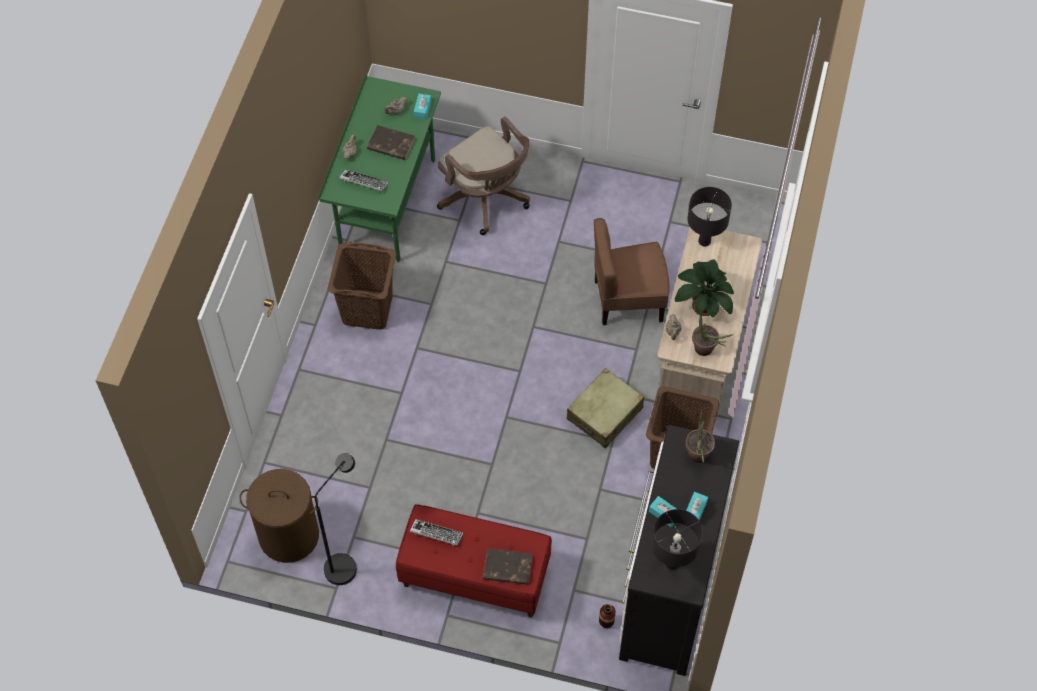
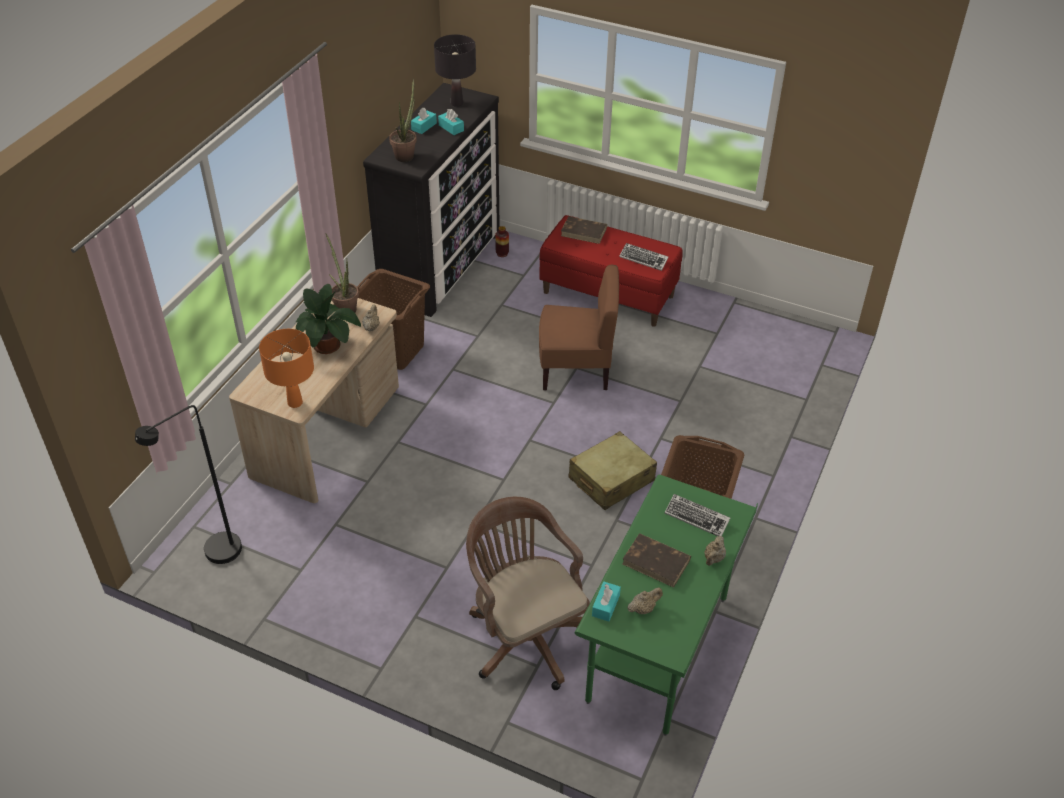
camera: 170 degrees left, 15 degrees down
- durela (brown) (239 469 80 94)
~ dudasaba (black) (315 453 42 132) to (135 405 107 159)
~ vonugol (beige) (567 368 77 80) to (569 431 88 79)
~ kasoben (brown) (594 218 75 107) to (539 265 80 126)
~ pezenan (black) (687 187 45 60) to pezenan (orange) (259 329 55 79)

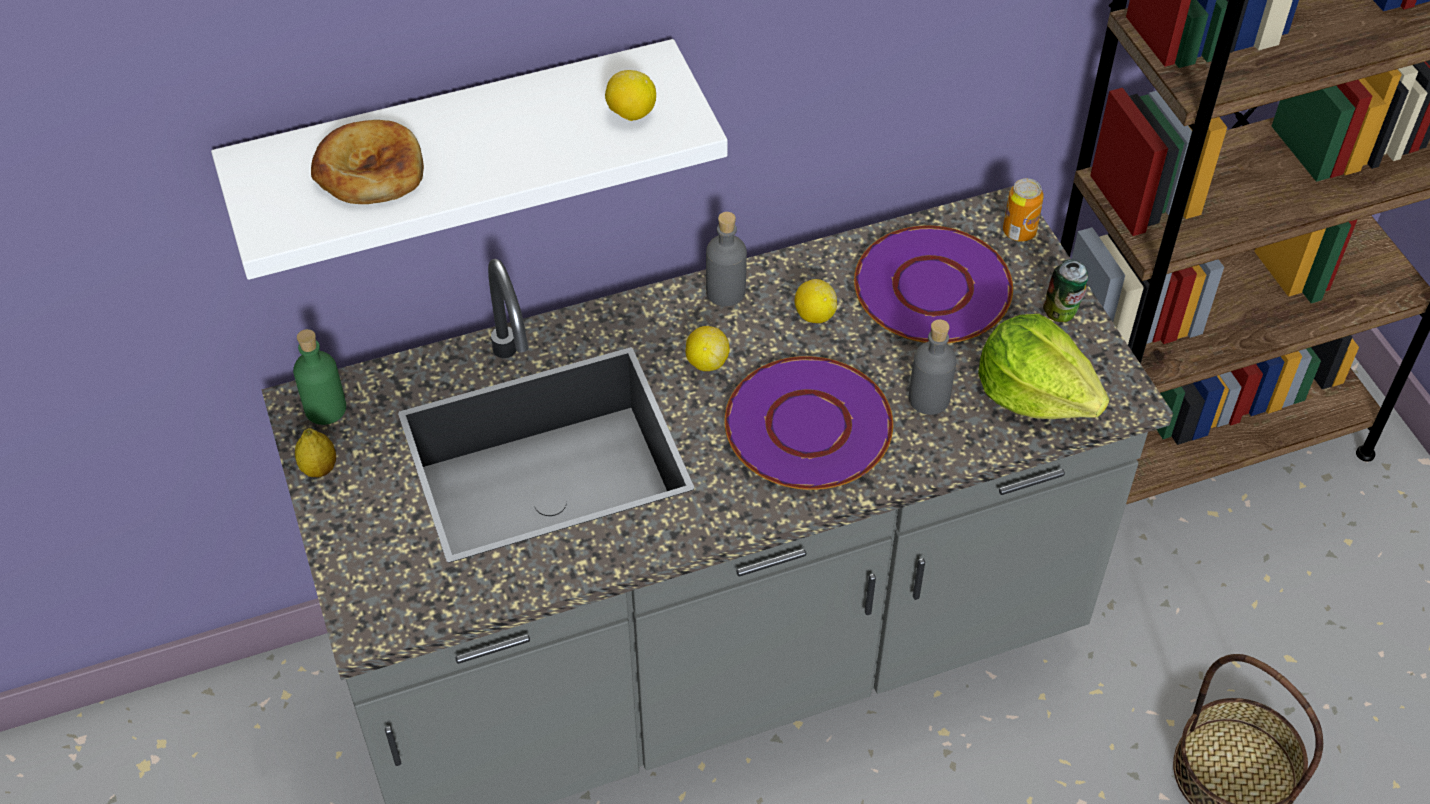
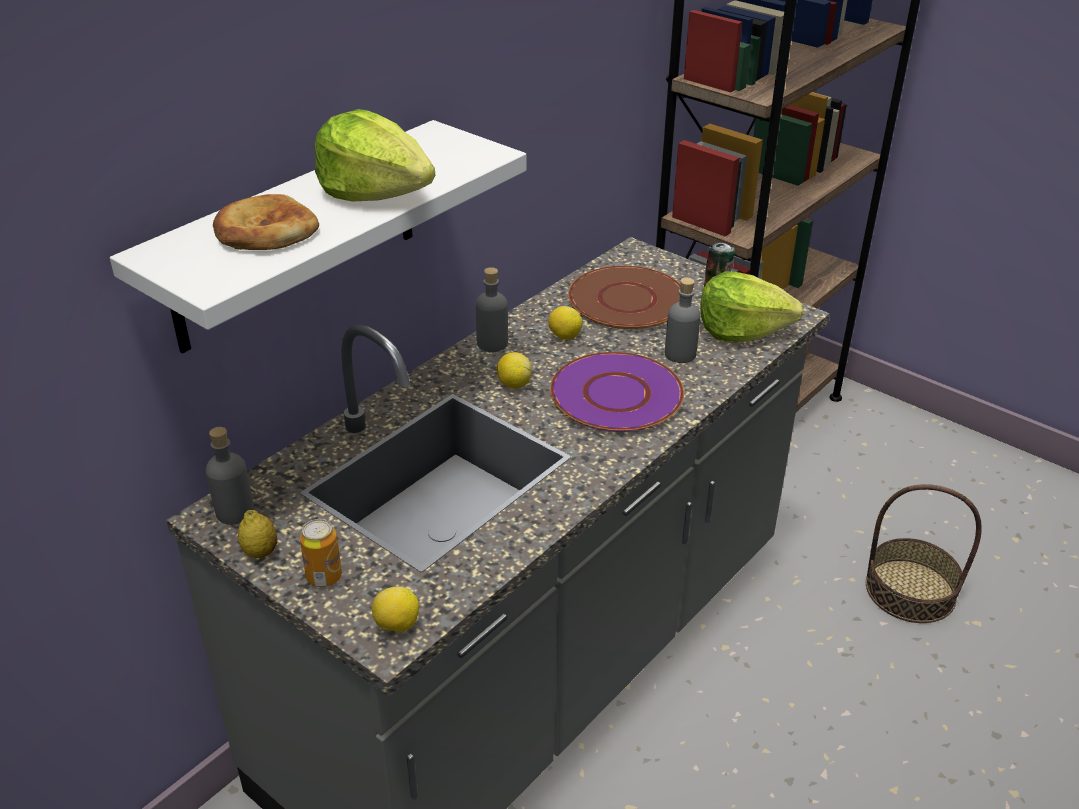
camera: 30 degrees left, 15 degrees down
+ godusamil (314 109 121 93)
~ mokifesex (605 70 51 51) to (372 587 47 45)
~ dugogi (1003 178 40 64) to (300 519 42 68)
~ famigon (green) (293 329 53 96) to famigon (grey) (206 427 48 98)
~ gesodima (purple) (854 225 159 118) to gesodima (brown) (568 266 113 63)

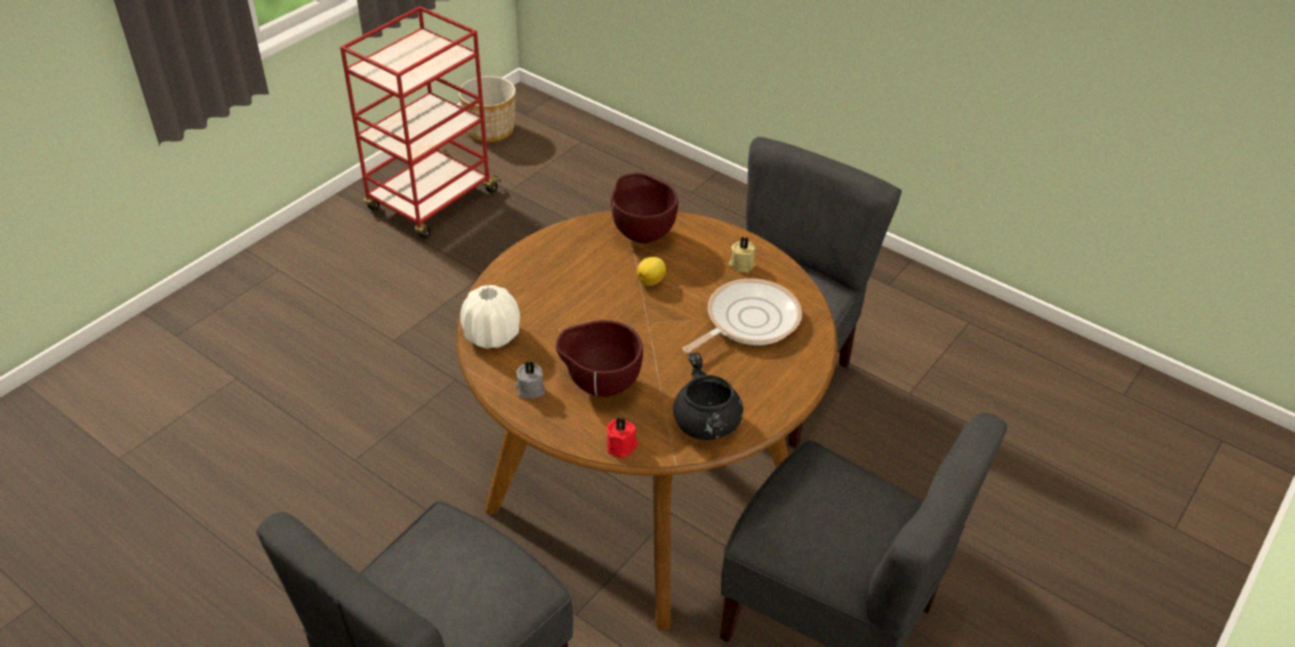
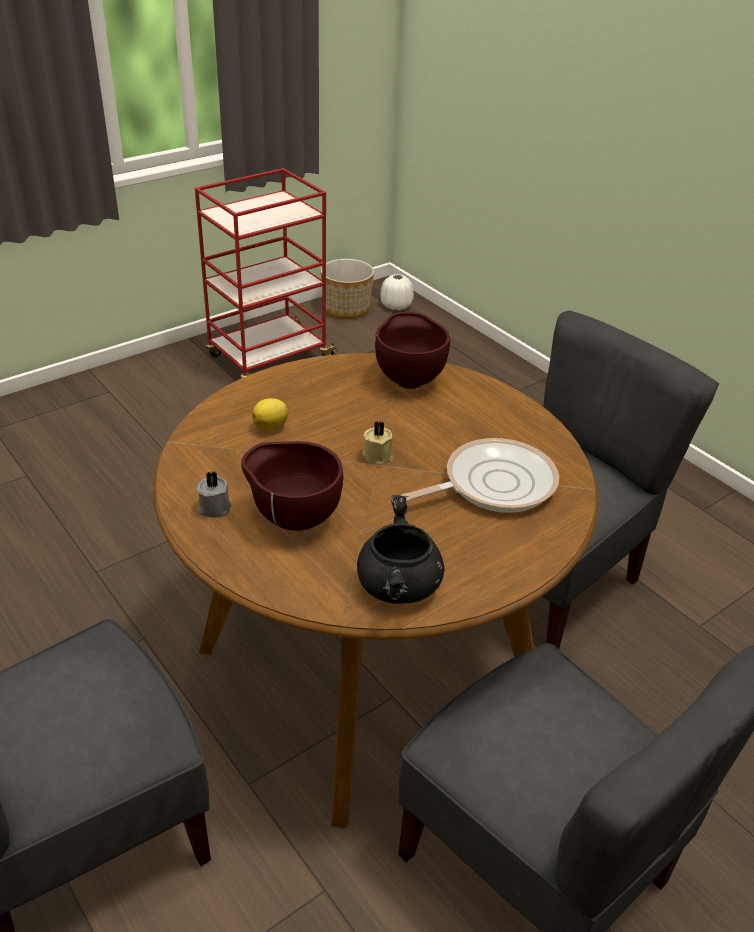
camera: 15 degrees right, 5 degrees down
- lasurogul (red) (607 417 31 41)
~ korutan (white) (460 285 60 64) to (381 274 33 36)
~ mokifesex (637 257 29 29) to (252 398 36 33)
~ lasurogul (beige) (729 237 26 36) to (363 422 30 44)

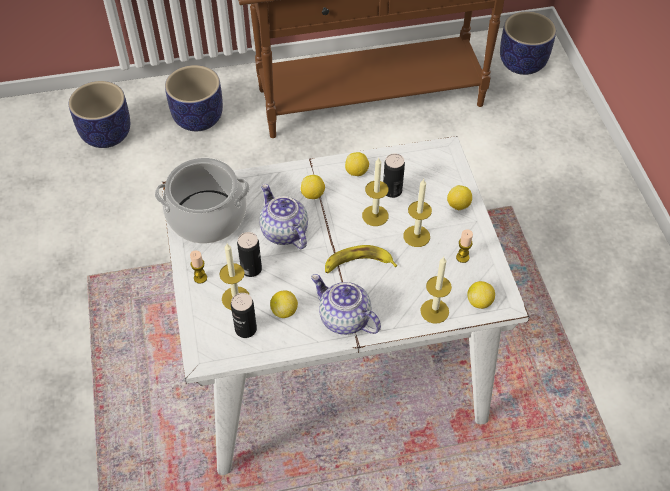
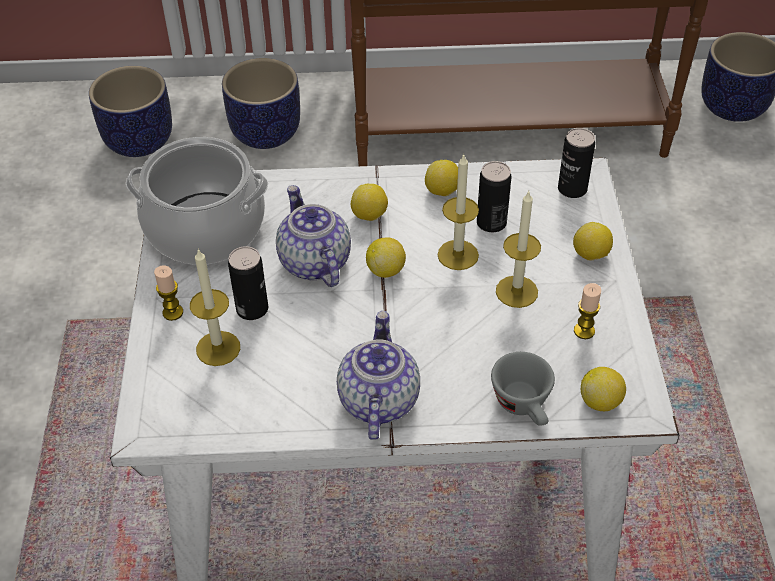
camera: 10 degrees right, 5 degrees down
- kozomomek (325 245 72 28)
~ dugogi (231 293 26 45) to (558 128 37 70)
~ mokifesex (270 290 28 28) to (366 238 40 40)
~ lasurogul (420 257 32 67) to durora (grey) (491 352 64 74)
~ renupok (311 274 70 61) = (337 311 83 129) 45 degrees clockwise

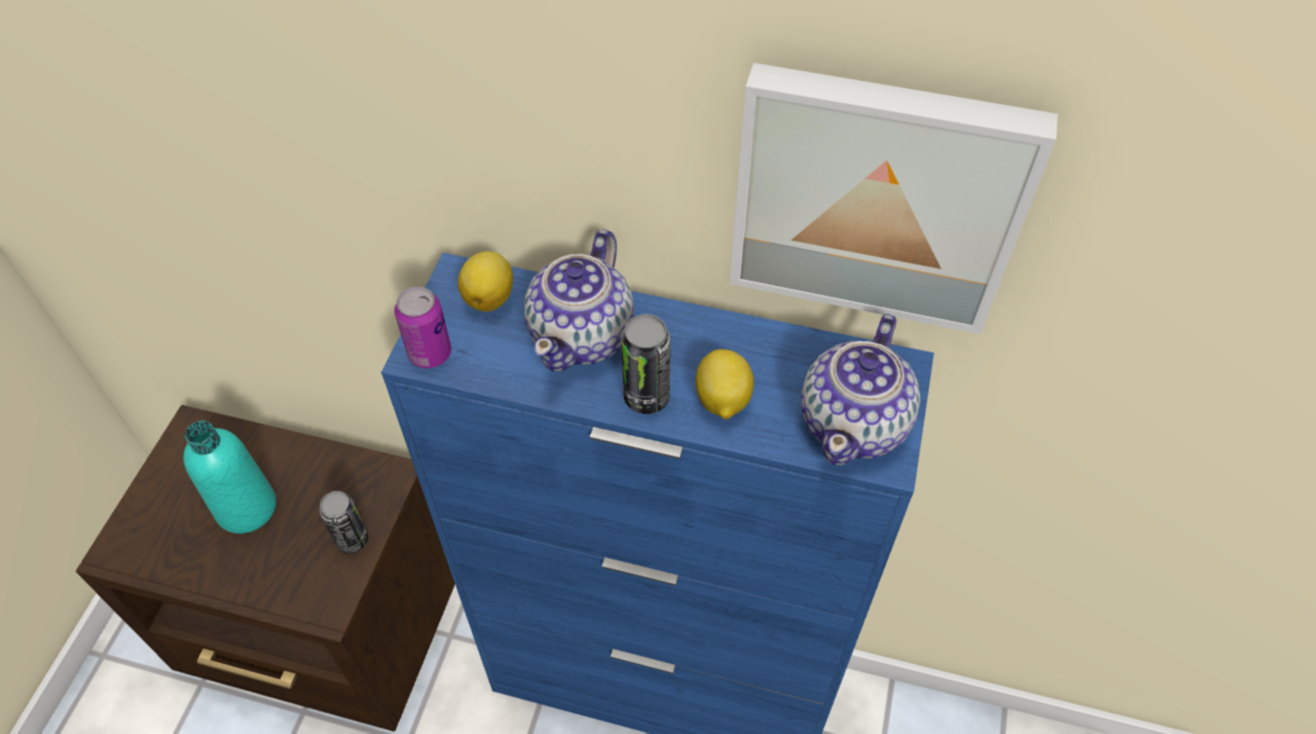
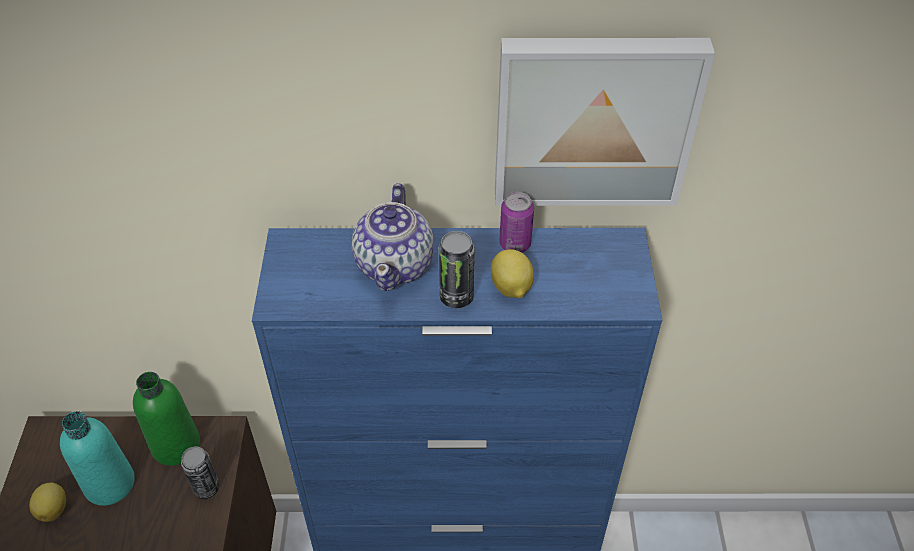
camera: 15 degrees left, 5 degrees down
- renupok (801 314 120 151)
+ famigon (green) (133 372 67 94)
~ dugogi (395 287 56 81) to (499 192 35 61)
~ mokifesex (458 251 55 61) to (29 483 37 39)

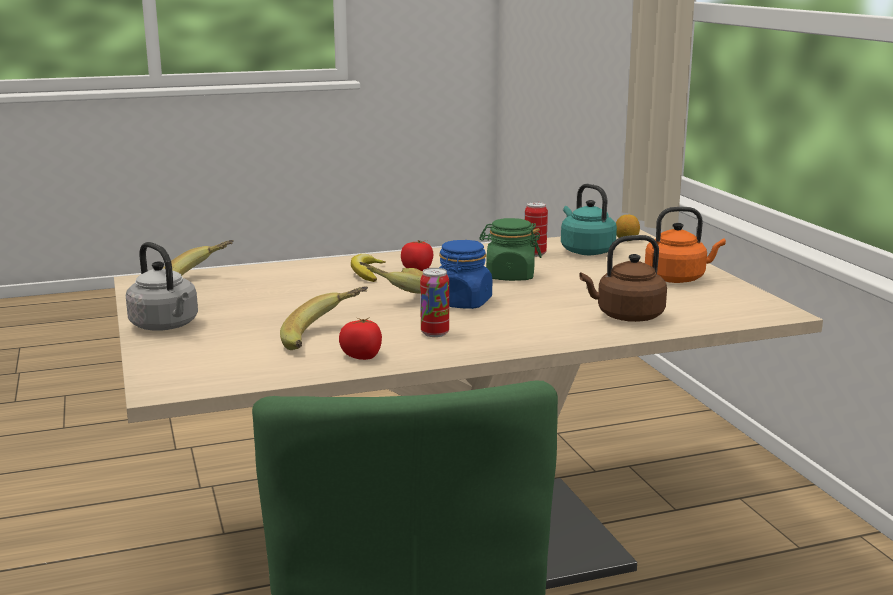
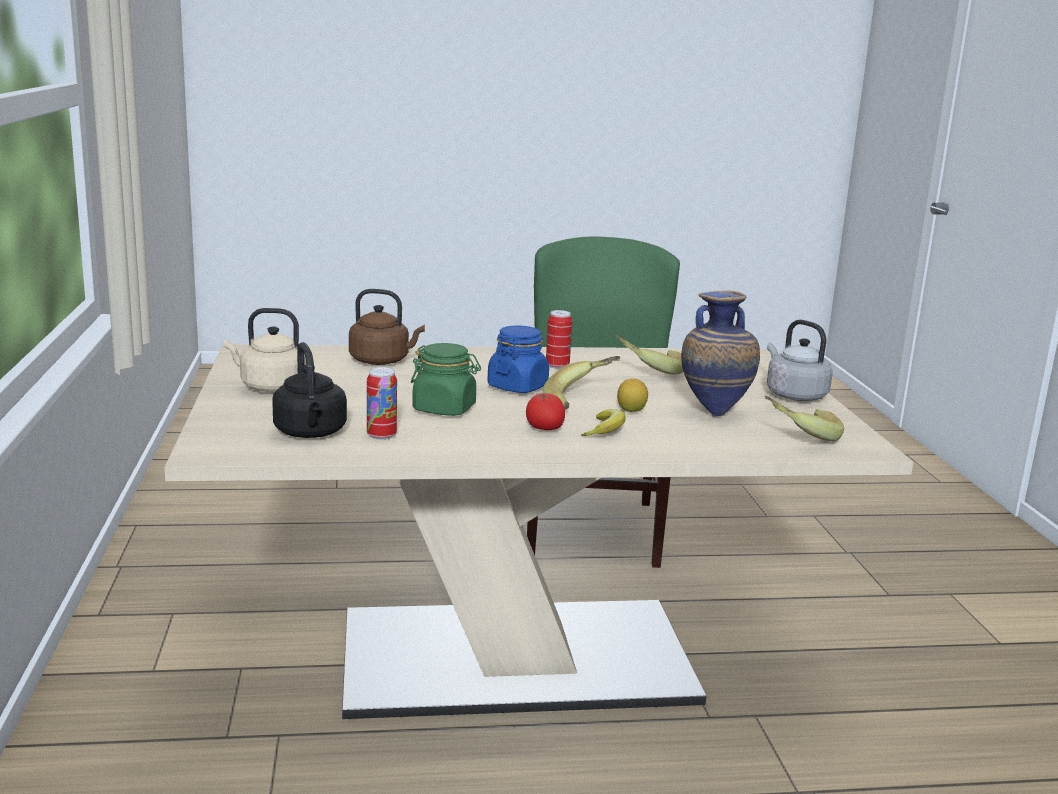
camera: 170 degrees left, 0 degrees up
- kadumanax (339 317 43 43)
+ korutan (681 291 79 126)
~ mokifesex (616 215 24 23) to (617 378 31 34)
~ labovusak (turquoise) (561 184 56 71) to labovusak (black) (272 342 75 96)
~ labovusak (orange) (645 207 81 76) to labovusak (beige) (224 308 82 84)

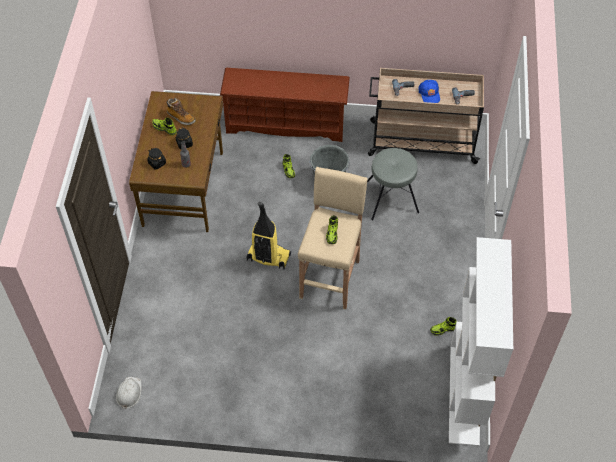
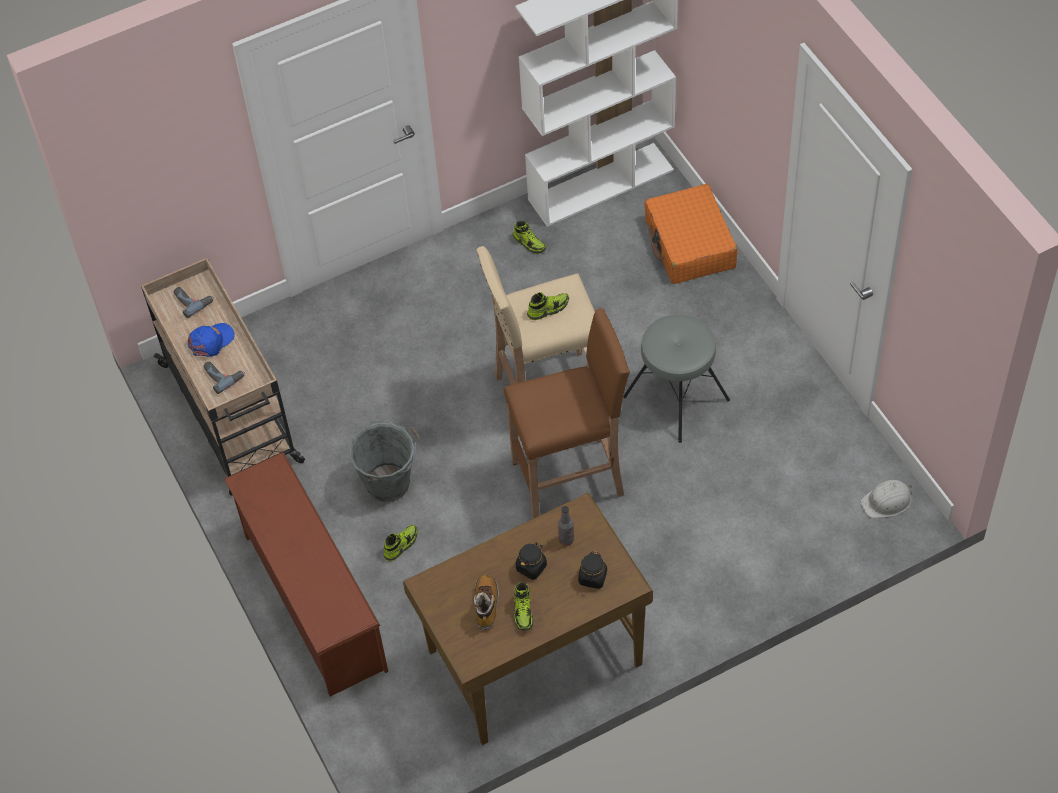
camera: 120 degrees left, 0 degrees up
+ vonugol (orange) (644 184 94 100)
~ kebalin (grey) (367 148 52 72) to (623 314 107 129)
~ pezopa (247 202 44 68) to kebalin (brown) (504 308 126 211)

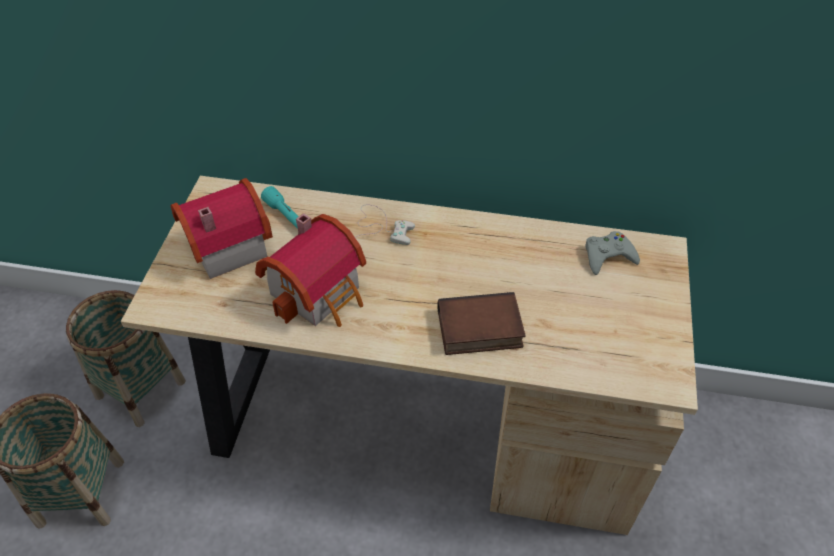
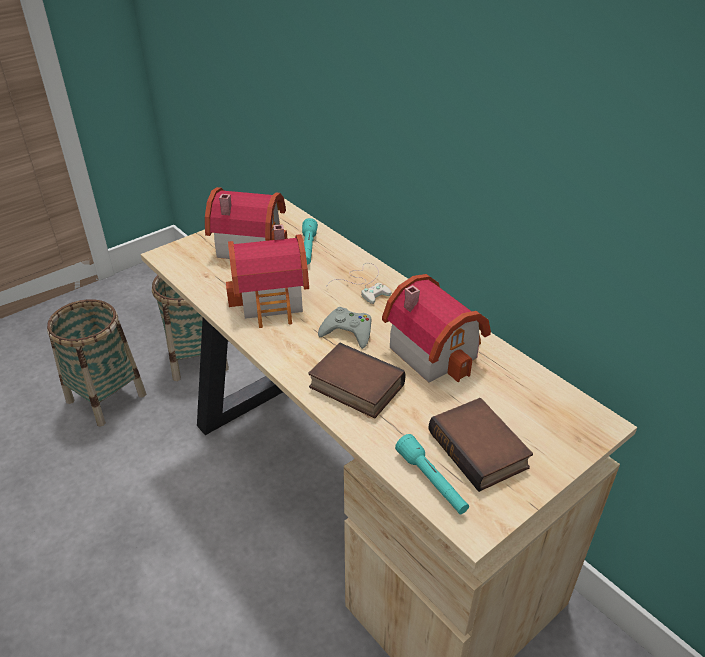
camera: 40 degrees right, 10 degrees down
+ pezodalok (382 274 109 109)
+ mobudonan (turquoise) (395 434 74 80)
+ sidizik (428 398 105 94)
~ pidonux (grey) (586 231 54 44) to (318 307 54 42)

